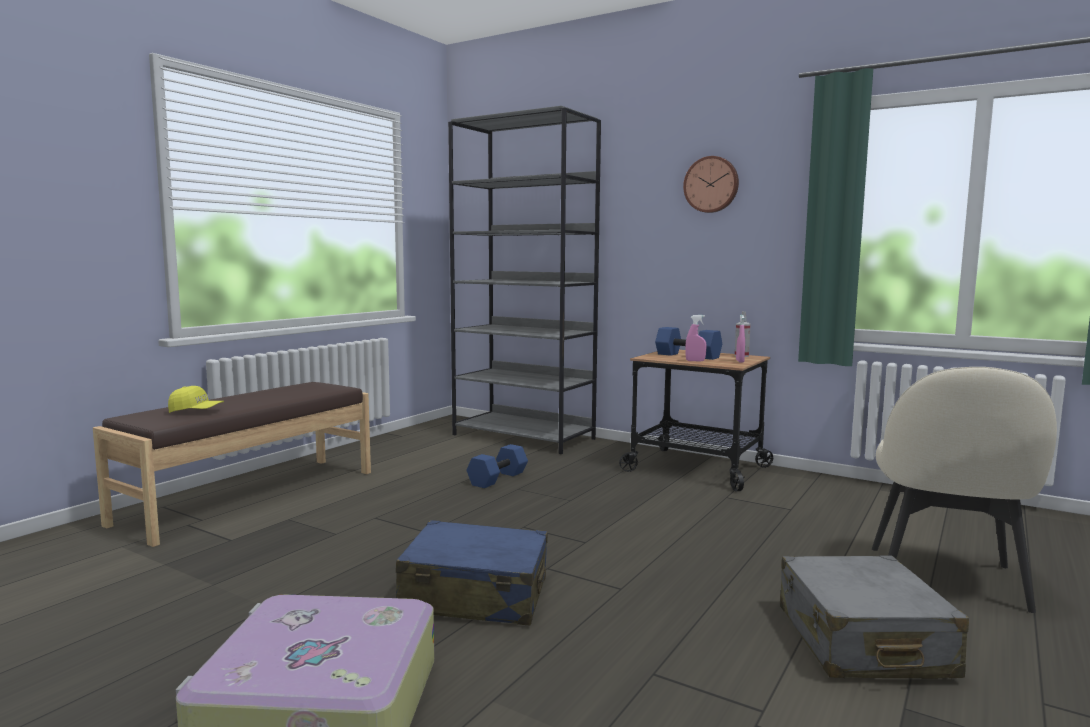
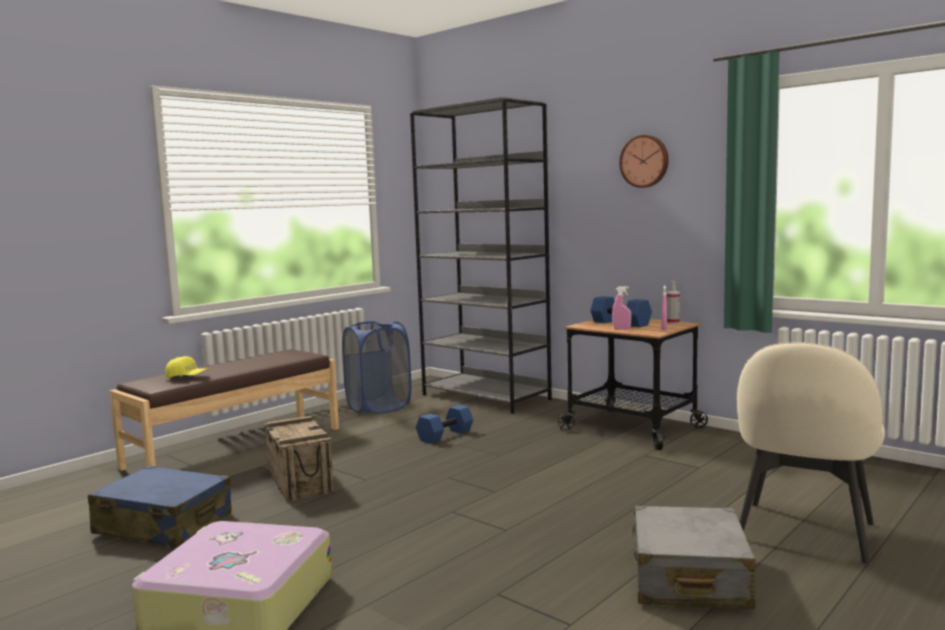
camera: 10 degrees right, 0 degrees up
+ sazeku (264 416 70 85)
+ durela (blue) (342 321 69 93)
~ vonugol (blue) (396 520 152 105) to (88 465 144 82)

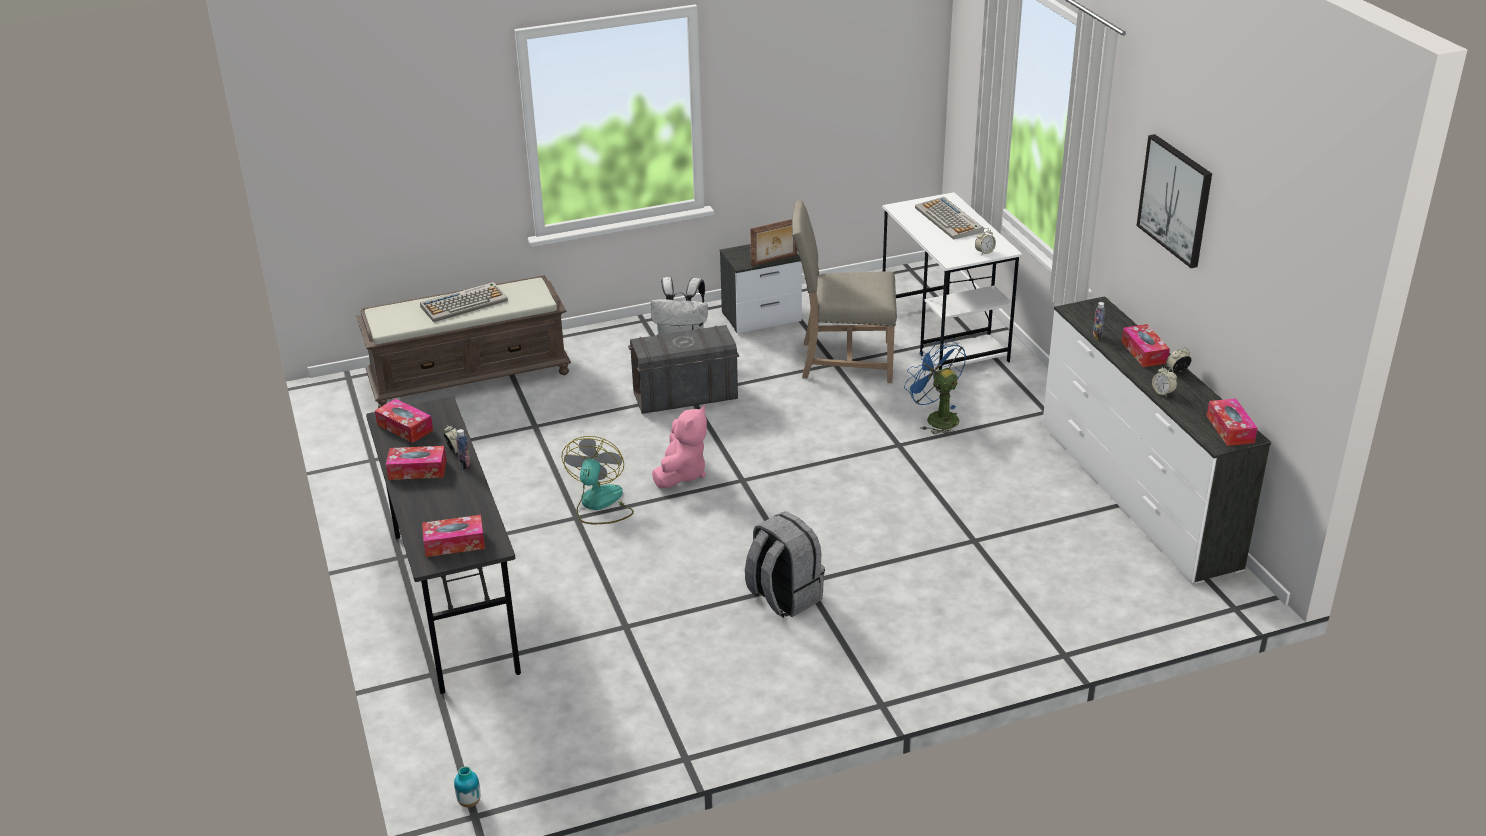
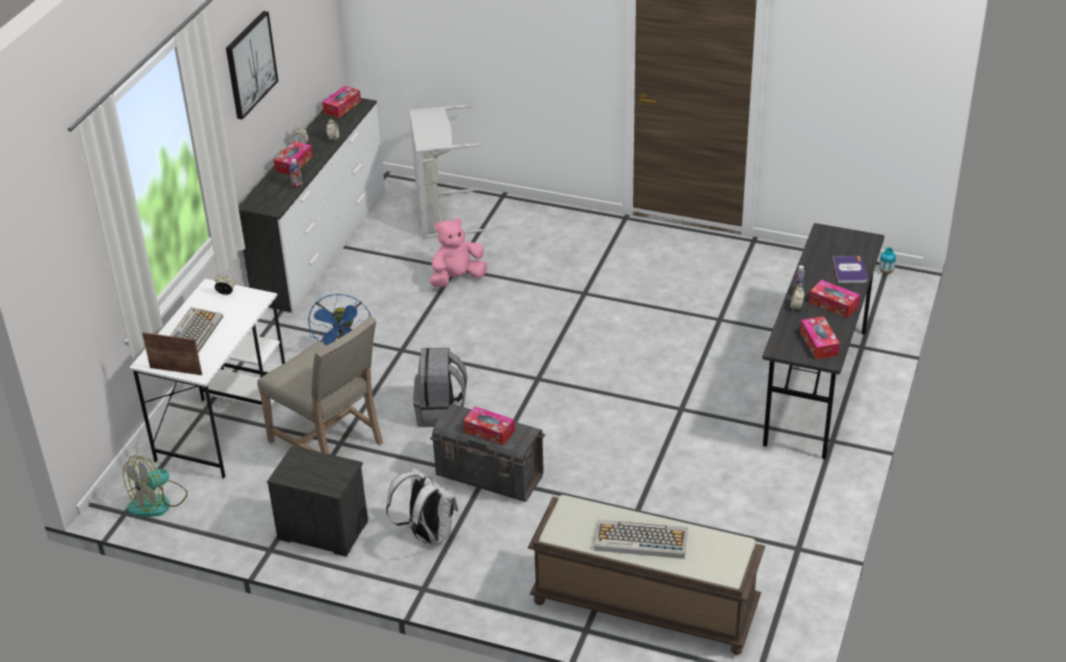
camera: 140 degrees left, 5 degrees up
+ durela (grey) (409 104 77 134)
+ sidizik (833 256 35 27)
~ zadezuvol (422 515 63 42) to (463 407 52 38)
~ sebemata (562 436 72 88) to (123 456 65 61)
~ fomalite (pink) (652 406 55 82) to (430 218 57 69)
~ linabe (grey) (745 512 80 106) to (413 348 54 79)
~ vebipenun (750 219 47 47) to (142 332 60 43)

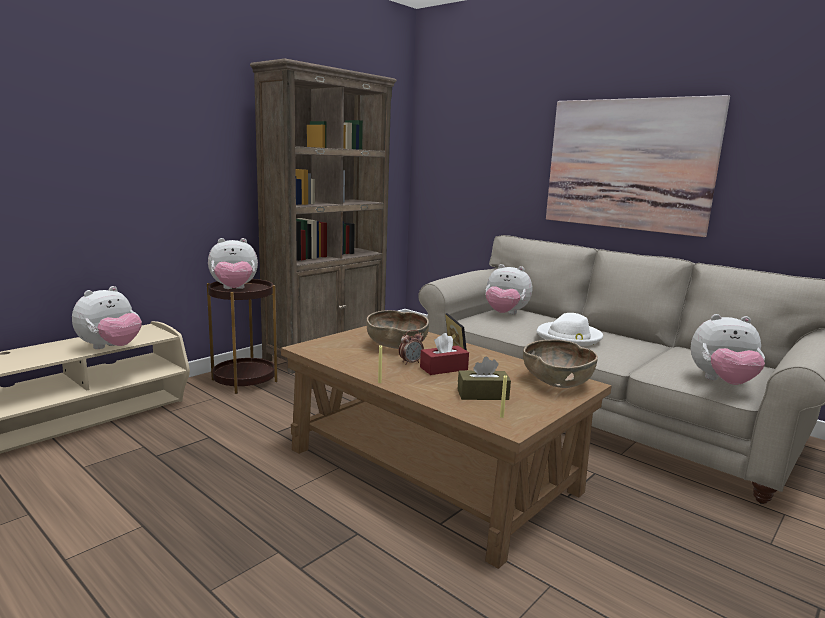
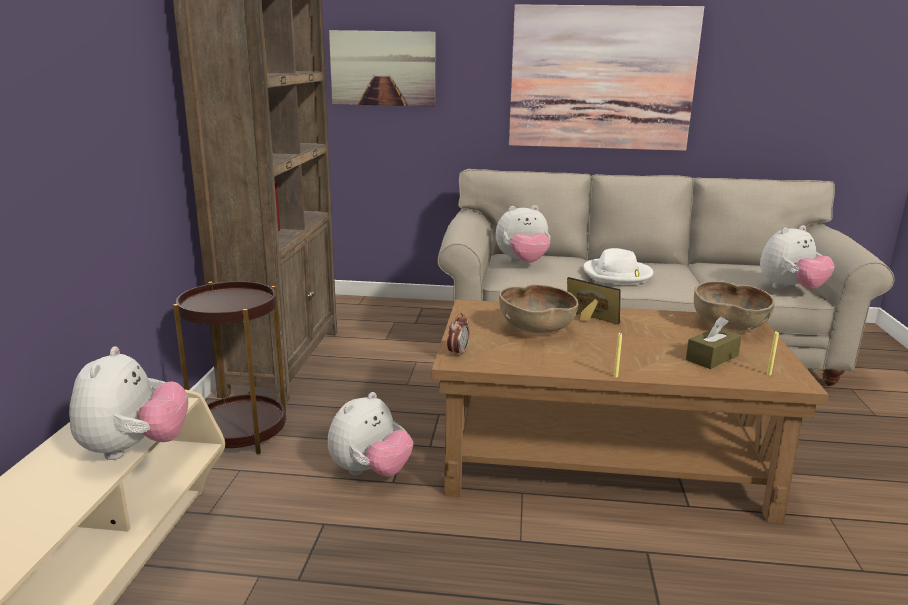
camera: 35 degrees left, 5 degrees up
- zadezuvol (red) (420 333 49 42)
+ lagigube (329 30 107 77)
~ fomalite (208 238 50 51) to (328 392 85 85)
~ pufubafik (399 330 25 35) to (447 313 22 44)

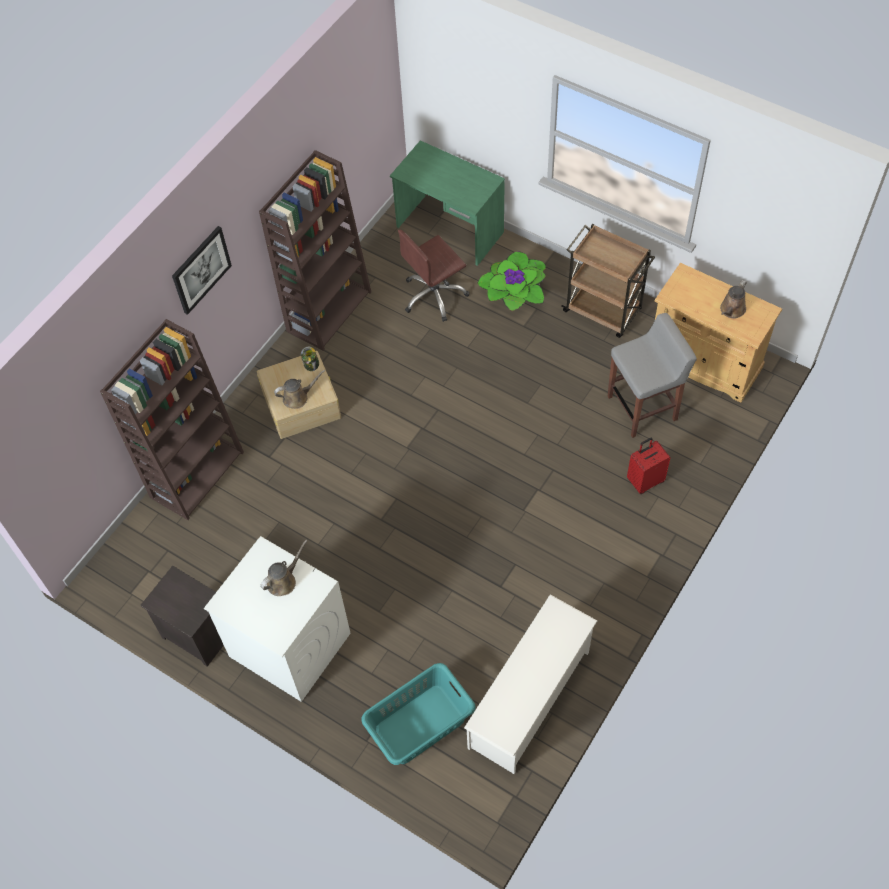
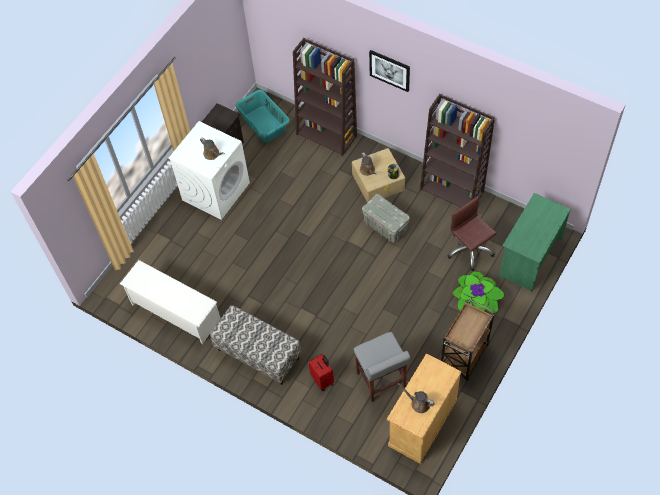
camera: 90 degrees right, 0 degrees up
+ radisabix (210 305 91 80)
+ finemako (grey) (362 194 47 48)
~ durela (turquoise) (361 663 114 102) to (236 90 54 53)

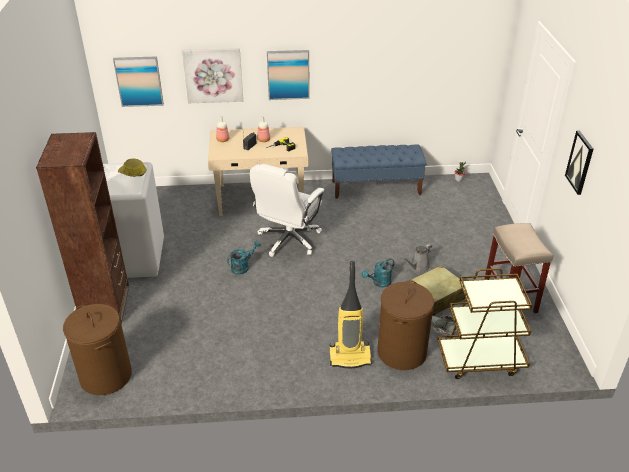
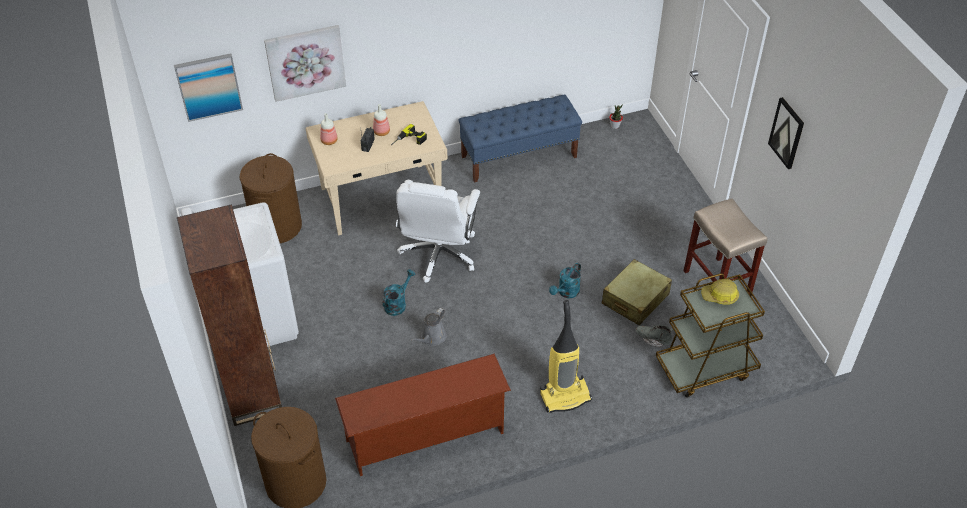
camera: 15 degrees left, 10 degrees up
- lagigube (267 50 43 50)
+ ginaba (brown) (335 354 176 122)
~ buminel (118 159 28 18) to (701 279 38 26)
~ durela (brown) (377 280 57 90) to (240 153 62 90)
~ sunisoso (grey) (402 244 30 28) to (411 308 36 38)

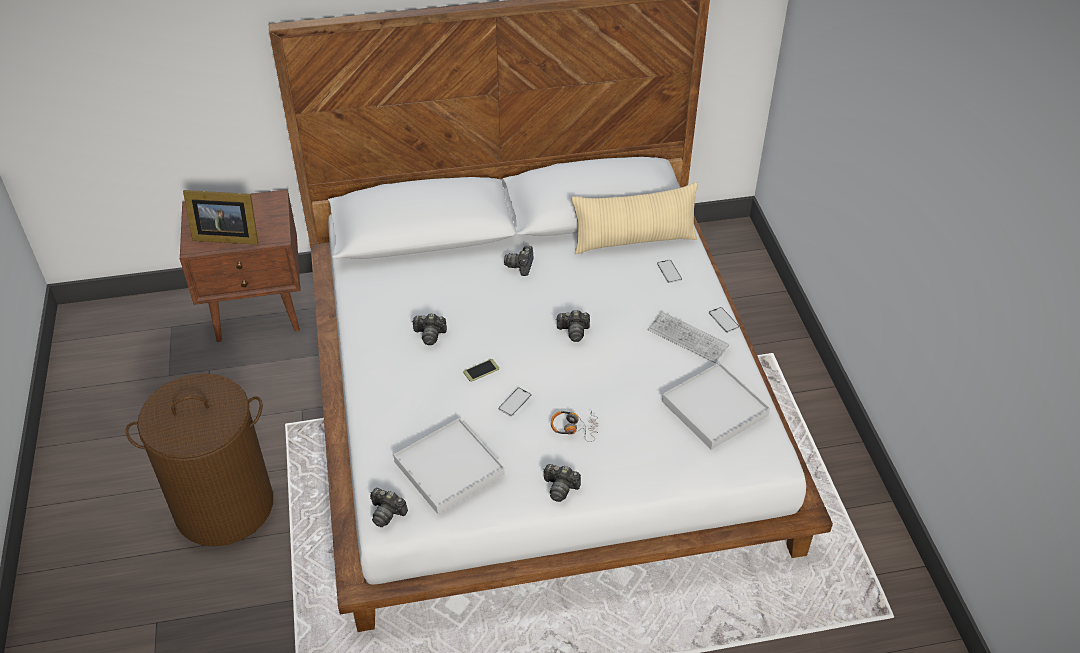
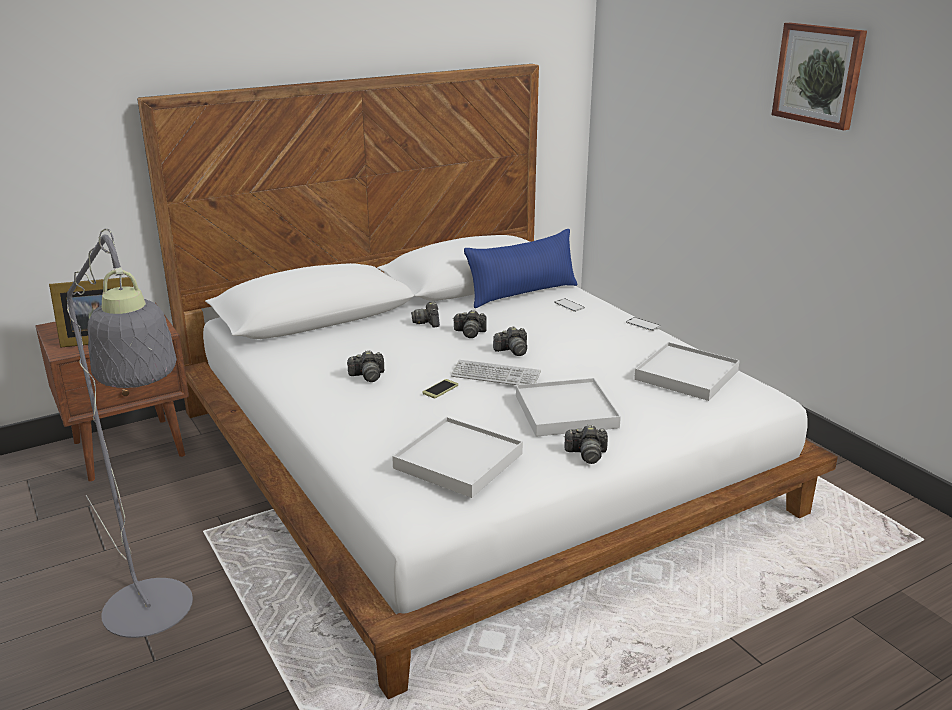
camera: 20 degrees left, 20 degrees down
- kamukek (499 388 32 28)
+ lagigube (772 23 95 107)
~ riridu (370 488 38 39) to (453 310 34 28)
~ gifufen (648 312 81 51) to (451 360 90 25)
~ durela (brown) (125 373 148 173) to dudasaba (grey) (67 228 126 410)
~ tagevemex (551 410 47 32) to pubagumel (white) (516 378 105 59)
~ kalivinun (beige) (572 183 126 71) to kalivinun (blue) (464 229 113 79)

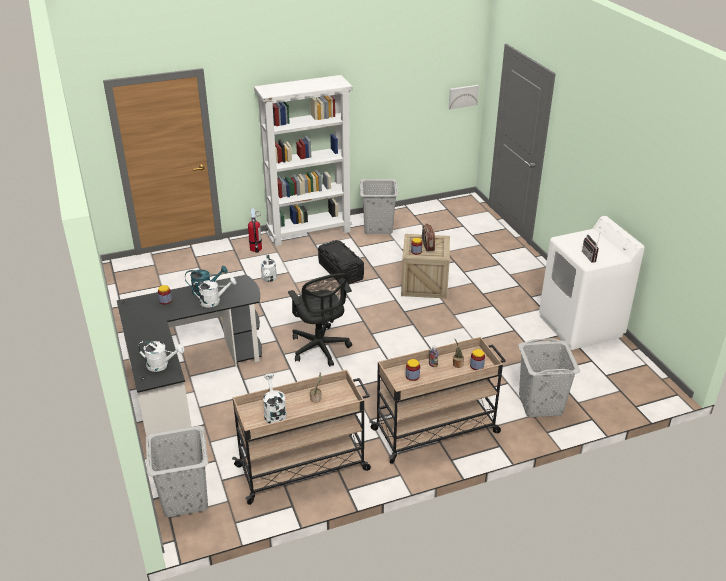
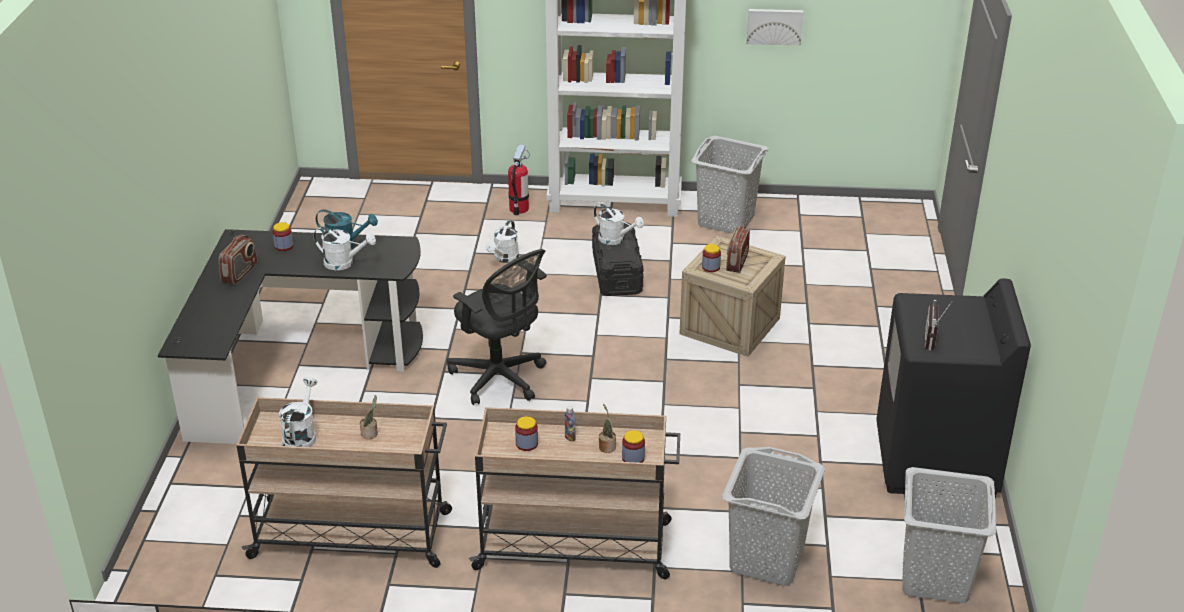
camera: 25 degrees right, 0 degrees up
+ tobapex (219 235 38 50)
~ sunisoso (white) (138 341 46 31) to (594 204 50 41)
~ durela (grey) (146 425 62 92) to (902 467 94 136)
~ lagigube (449 85 30 24) to (746 9 57 37)
~ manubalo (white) (539 216 106 134) to manubalo (black) (876 278 155 220)
~ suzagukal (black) (288 273 64 94) = (447 249 100 156) 45 degrees counterclockwise

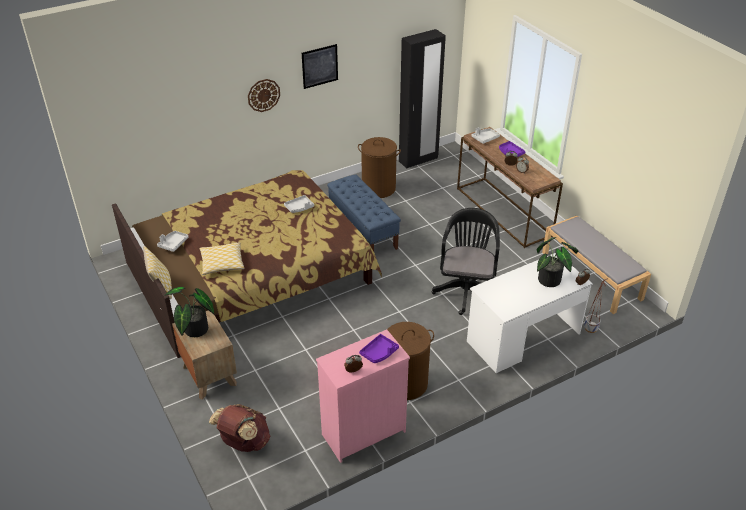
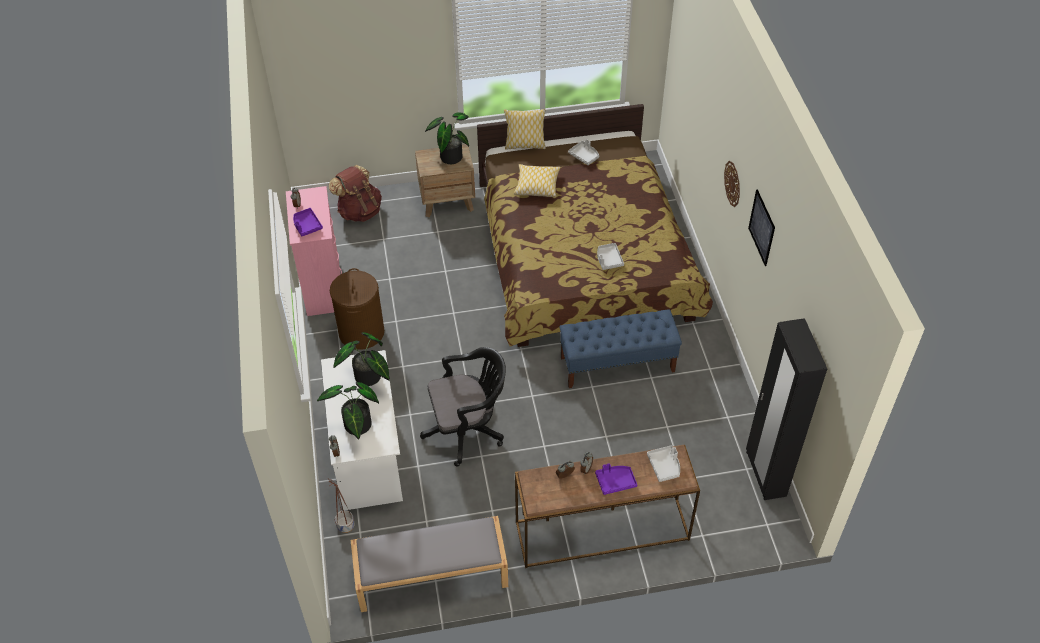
camera: 110 degrees right, 10 degrees up
- durela (brown) (358 137 43 61)
+ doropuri (333 332 57 54)
~ suzagukal (black) (431 208 69 107) = (420 347 86 120) 45 degrees counterclockwise

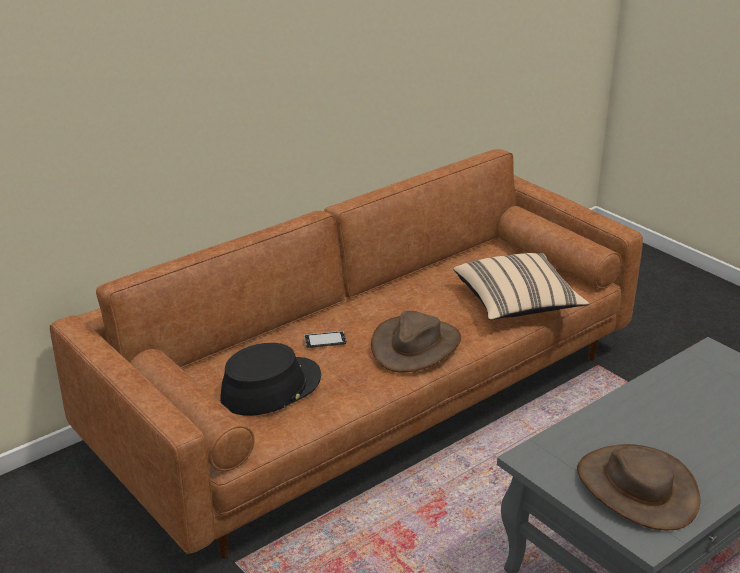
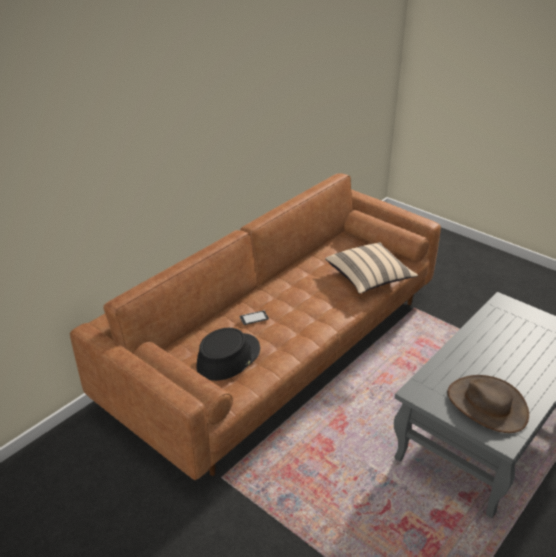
camera: 10 degrees left, 5 degrees up
- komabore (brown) (371 311 90 61)

